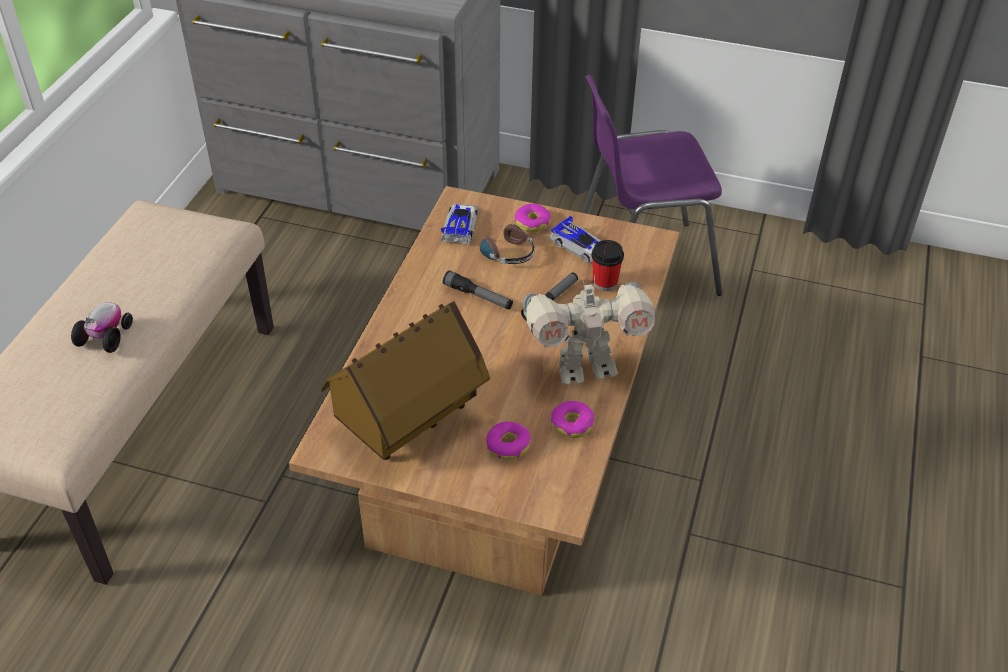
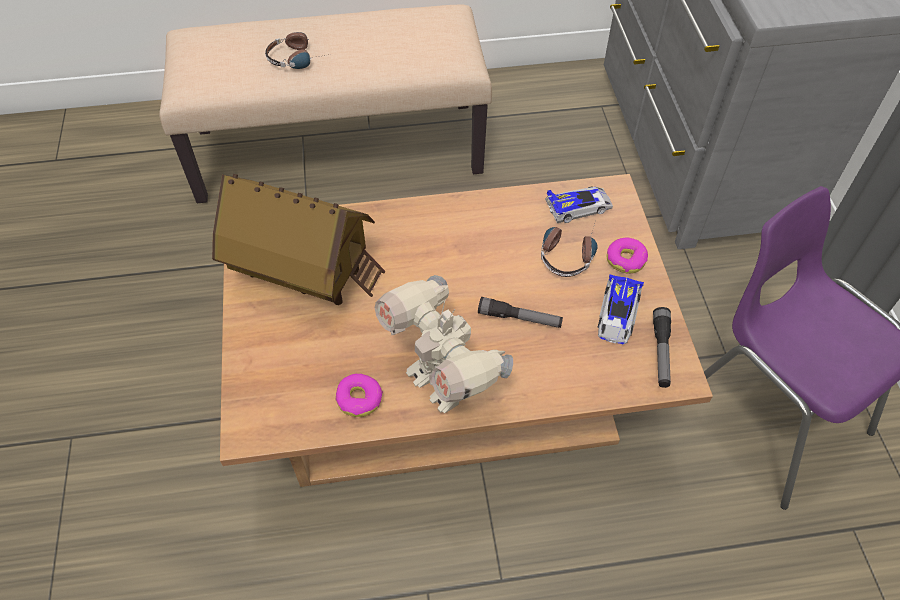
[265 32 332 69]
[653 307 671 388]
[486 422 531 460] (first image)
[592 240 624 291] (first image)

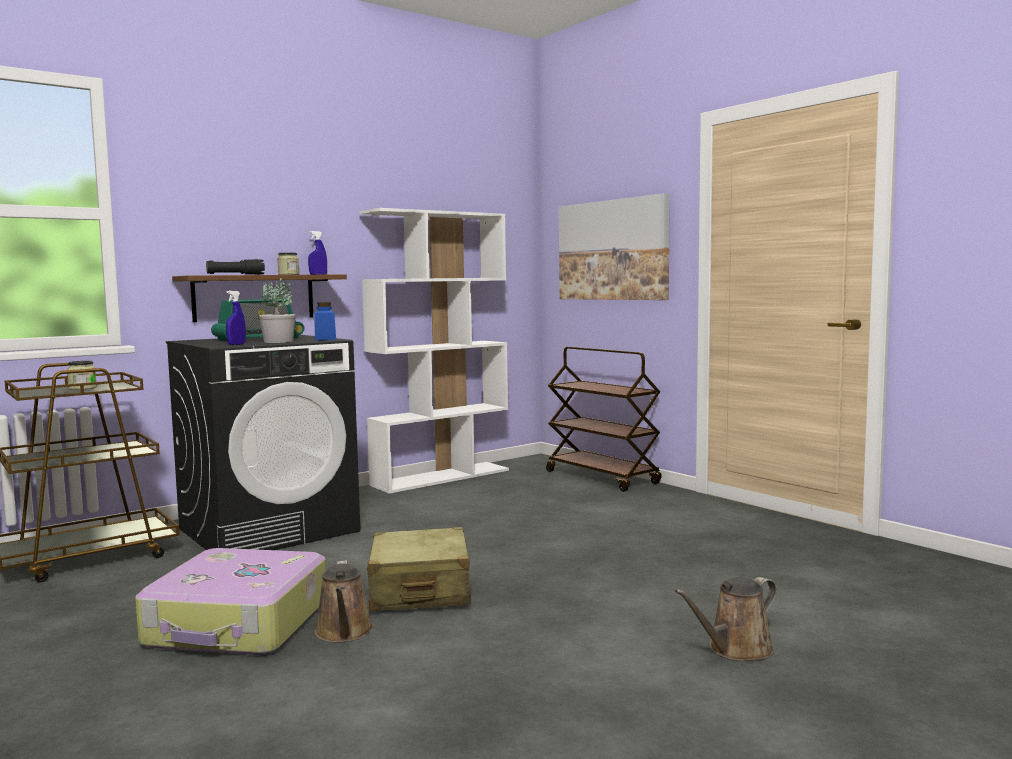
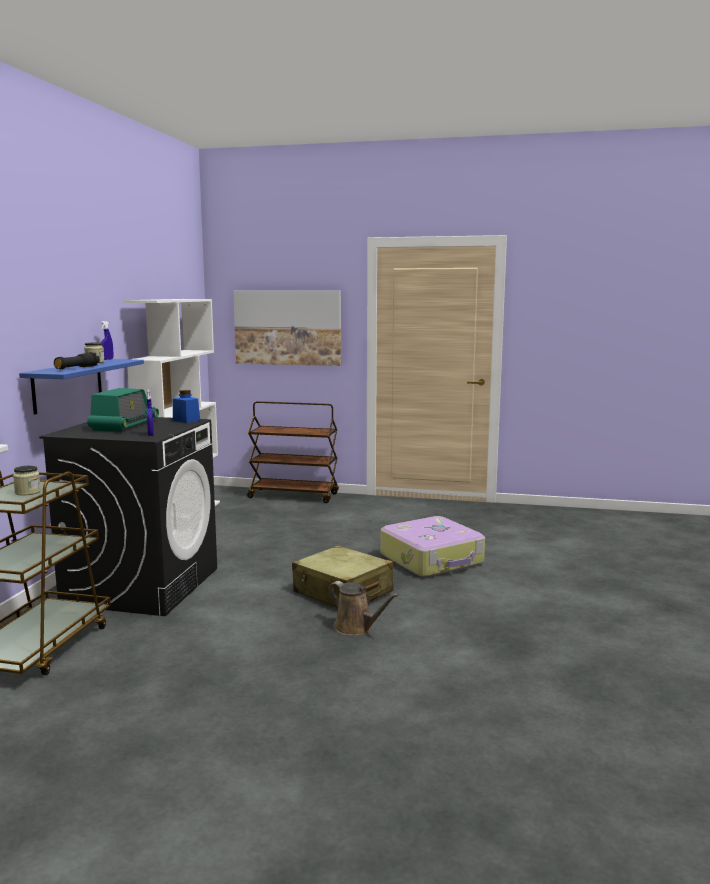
[19 359 144 415]
[380 516 485 577]
[259 278 296 343] (first image)
[674 577 777 661] (first image)

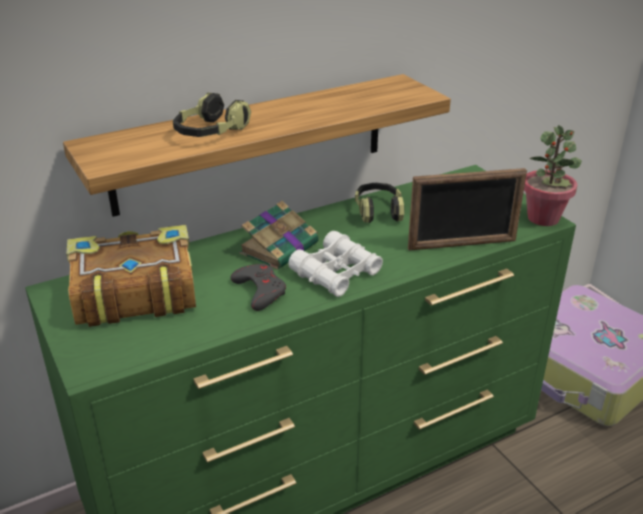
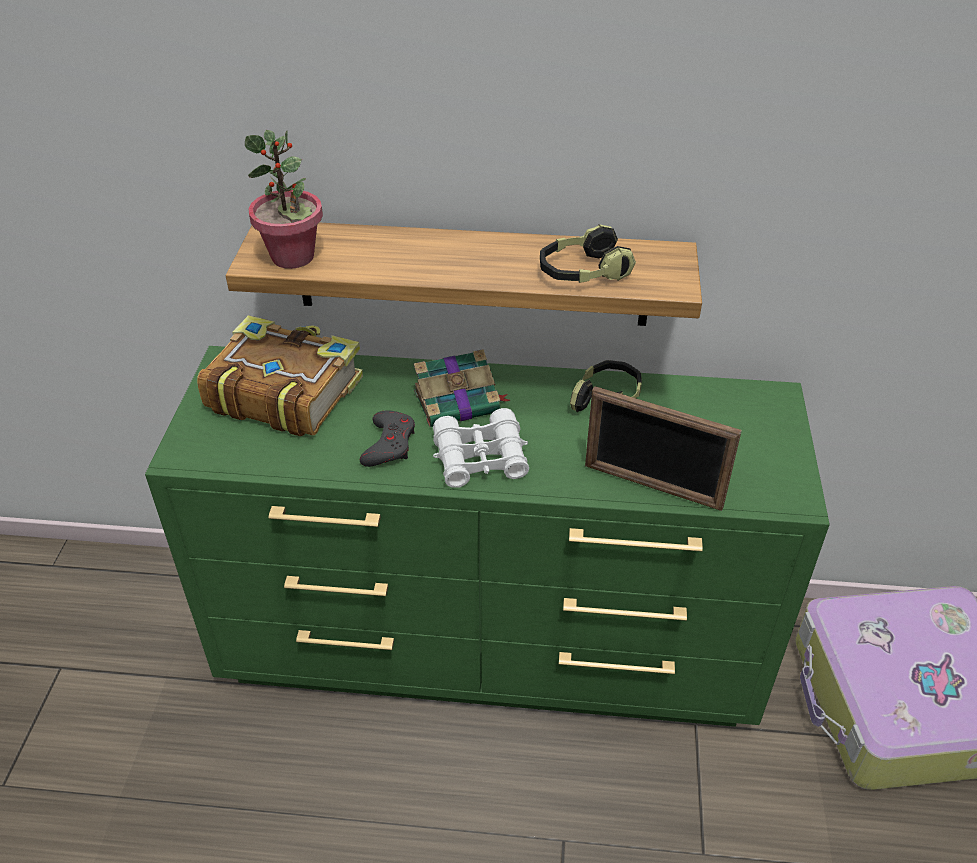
[245 130 323 269]
[540 224 636 283]

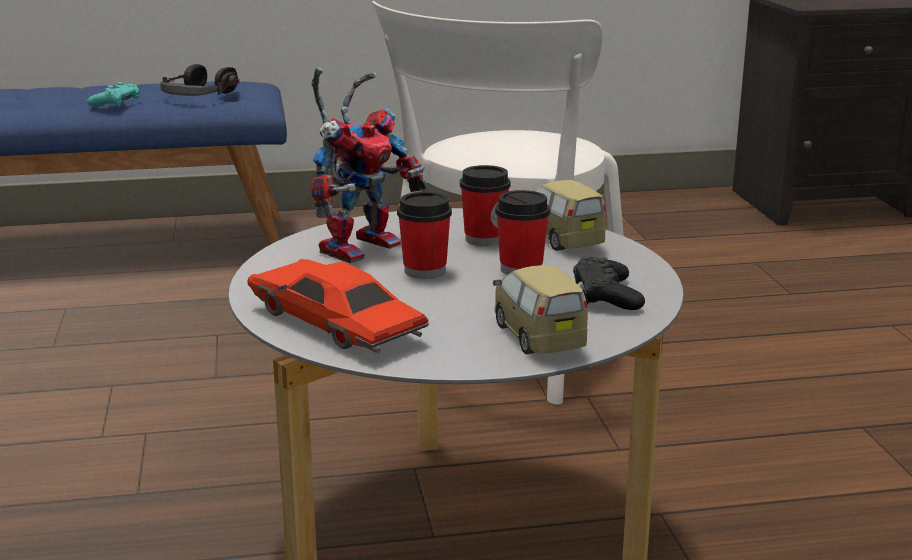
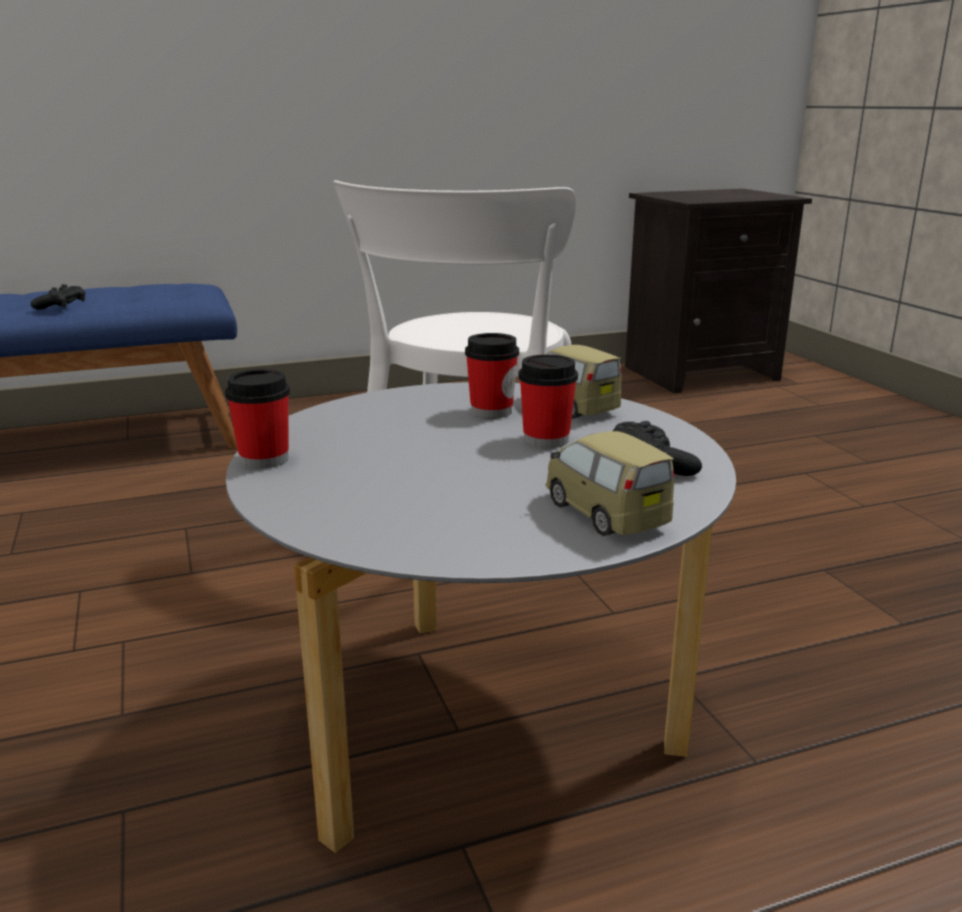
[31 284 85 310]
[225 369 290 469]
[160 64 239 96] (first image)
[247 259 430 353] (first image)
[311 68 427 264] (first image)

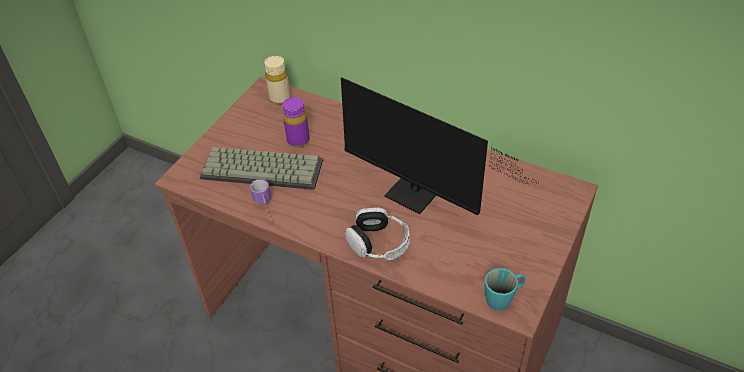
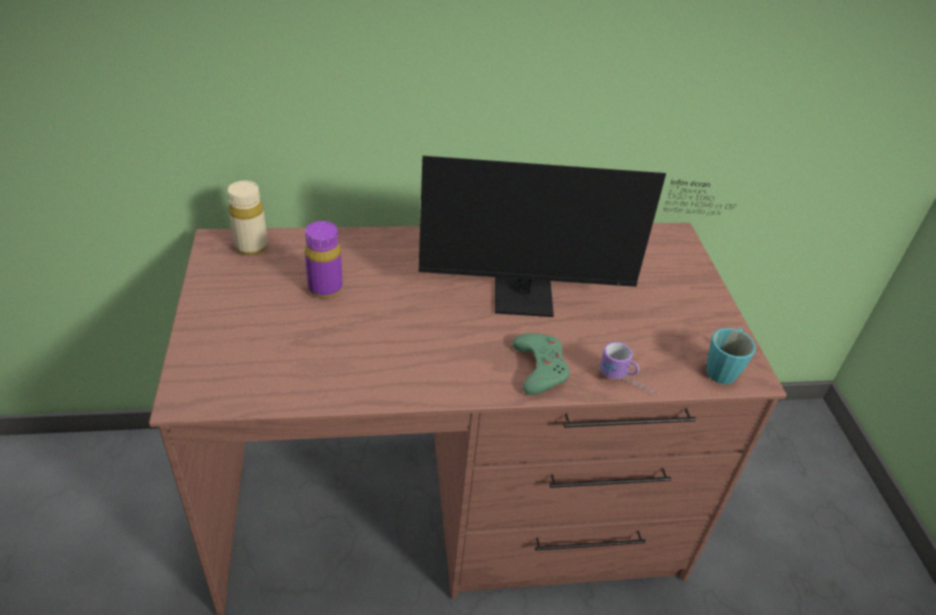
[512 333 570 395]
[600 342 657 396]
[200 147 323 190] (first image)

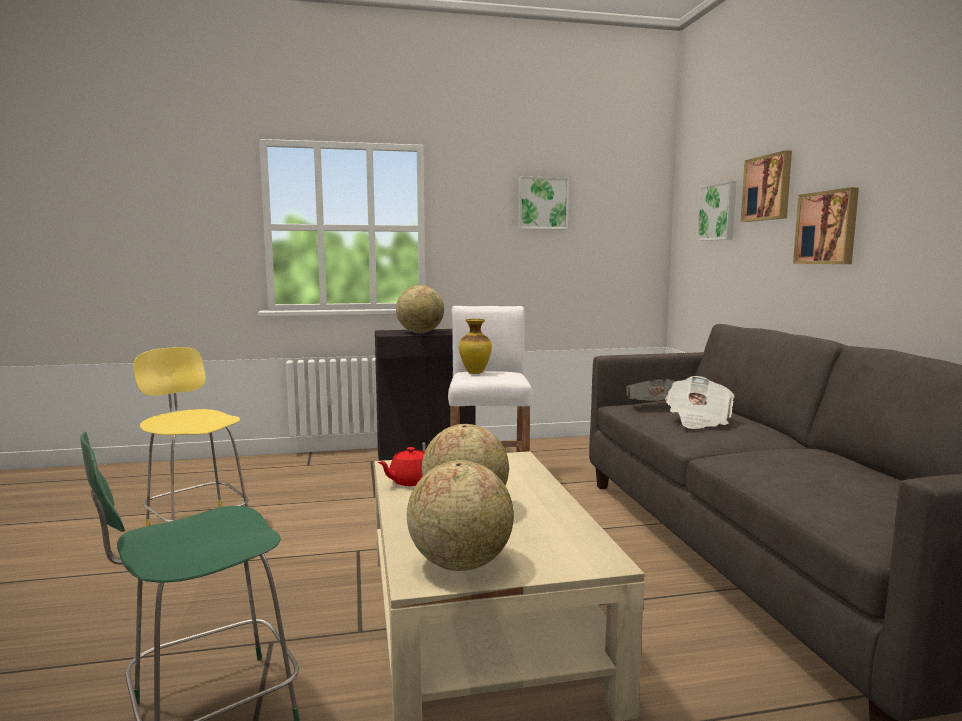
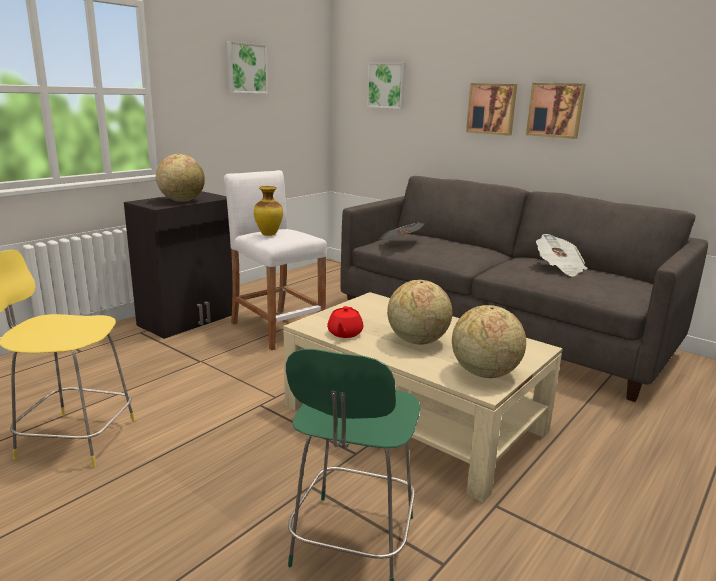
[526 83 585 139]
[536 234 587 276]

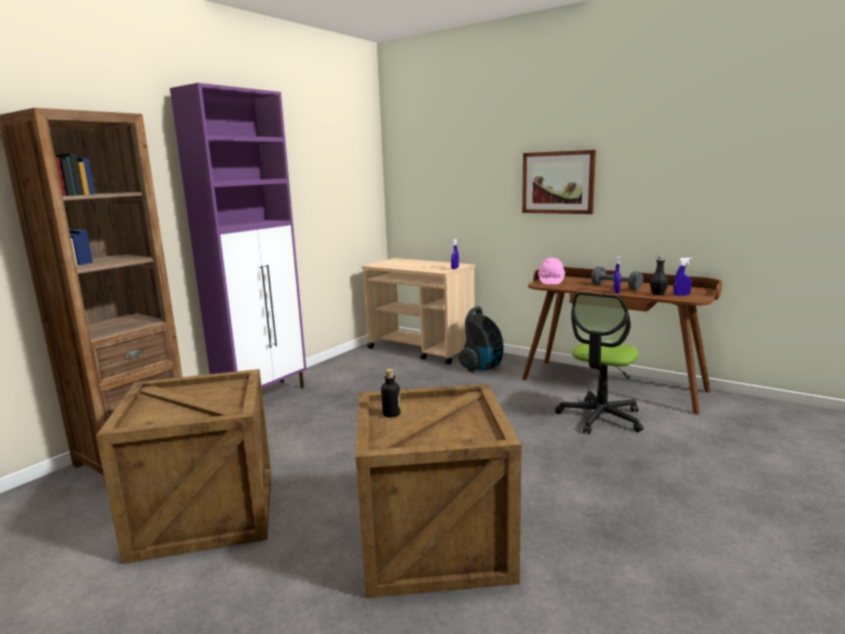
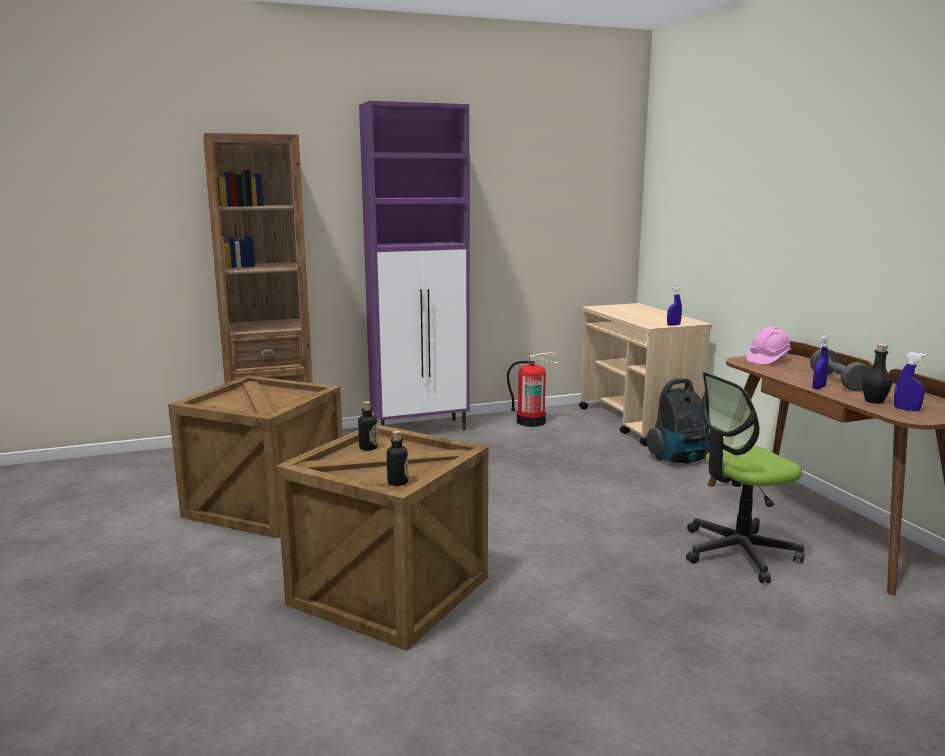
[387 430 408 486]
[507 352 559 427]
[522 150 596 214] (first image)

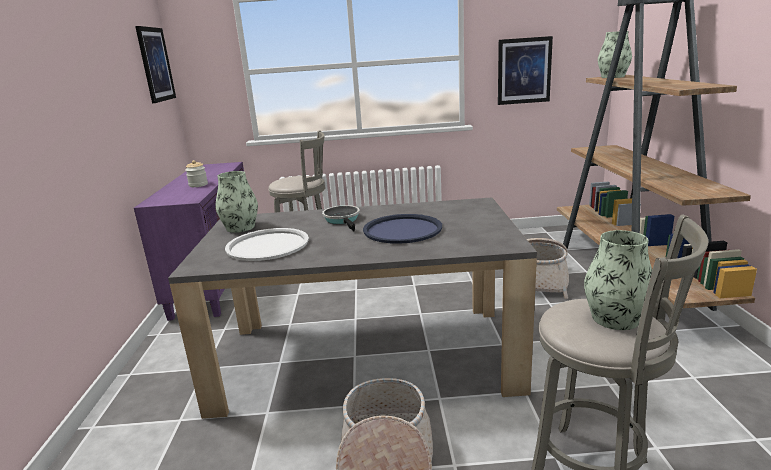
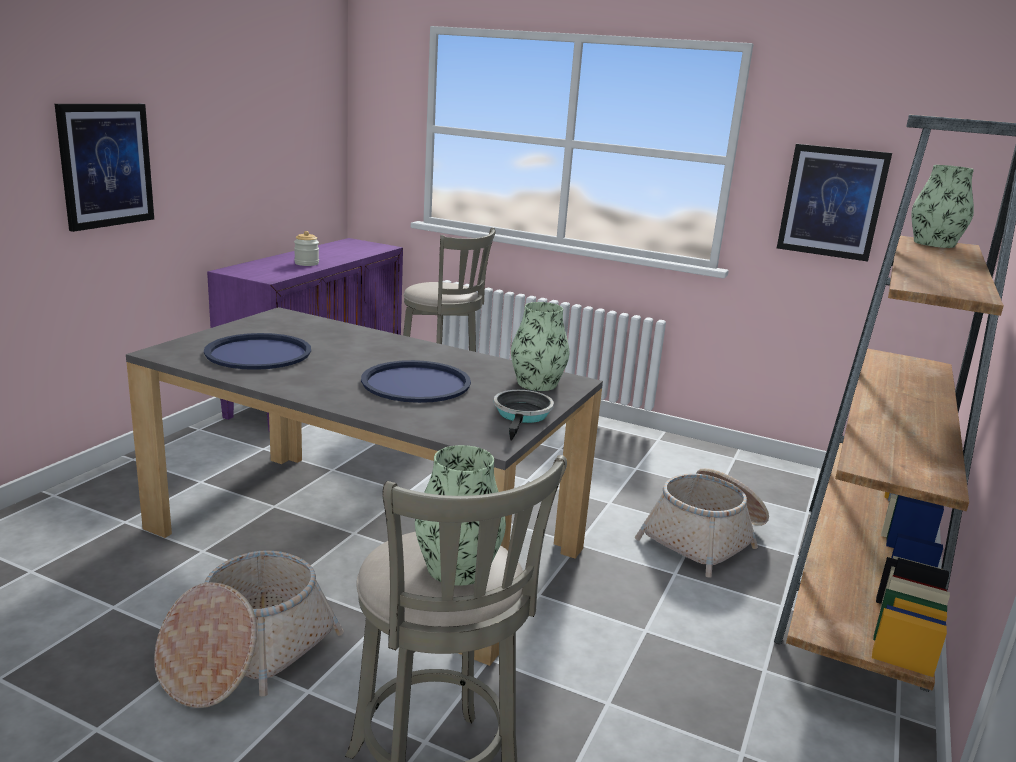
[55 104 154 232]
[204 333 311 370]
[494 390 554 440]
[511 302 570 391]

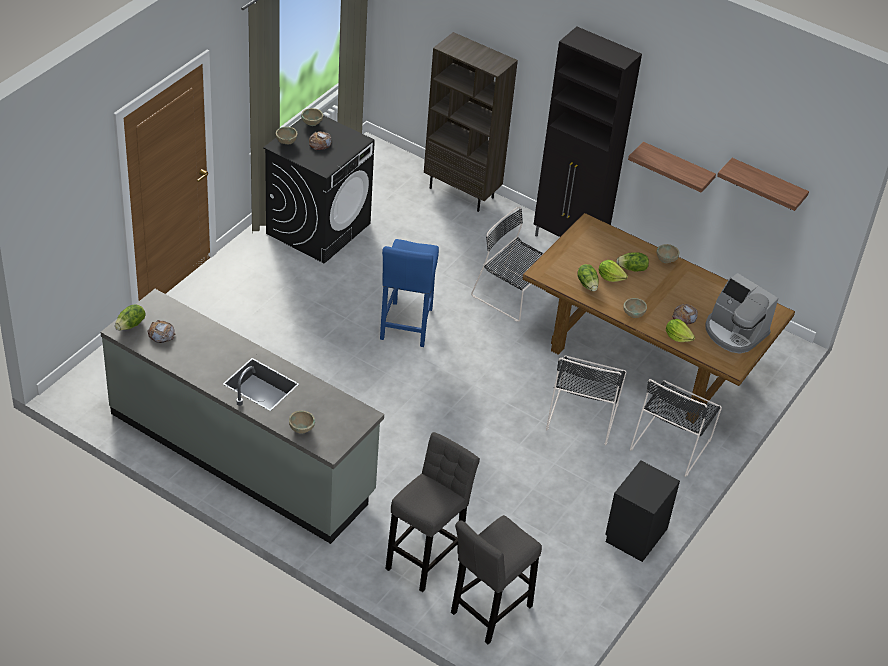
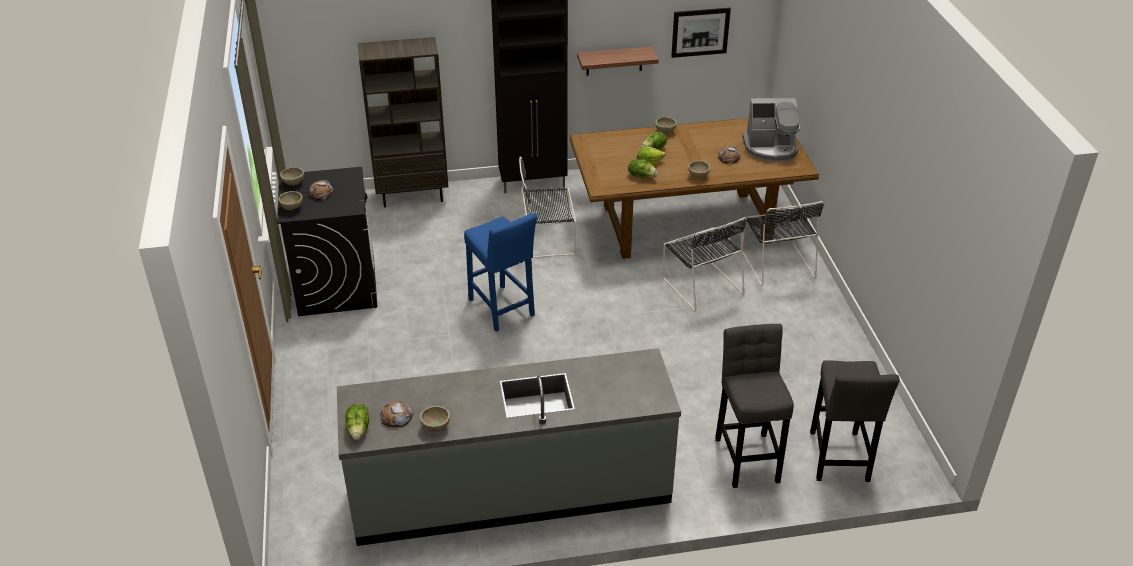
[420 406 450 432]
[671 7 731 58]
[605 460 680 562] (first image)
[666 319 695 342] (first image)

